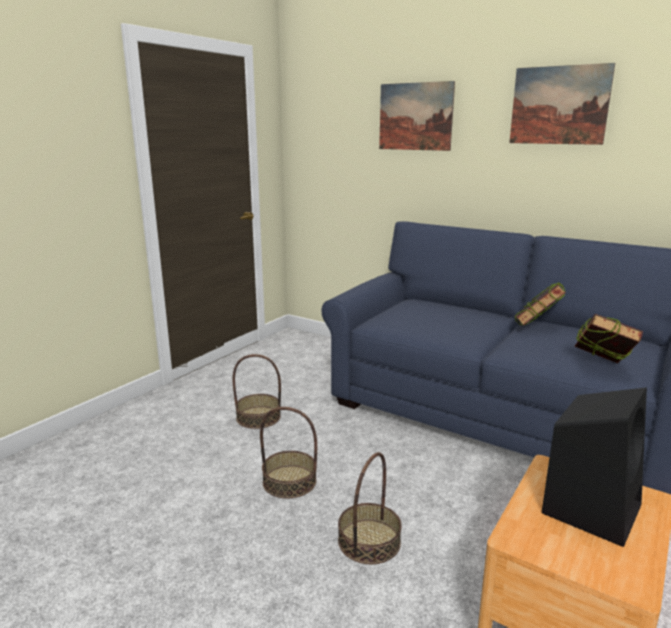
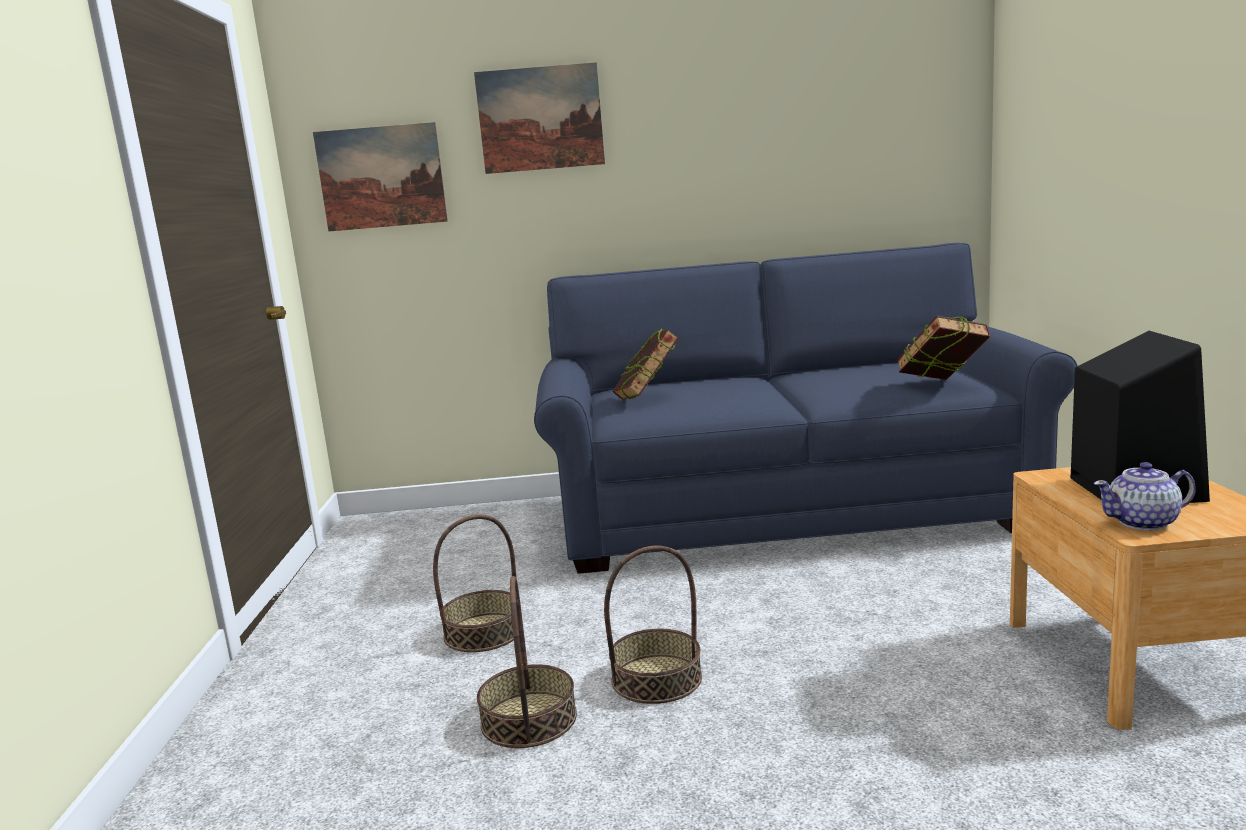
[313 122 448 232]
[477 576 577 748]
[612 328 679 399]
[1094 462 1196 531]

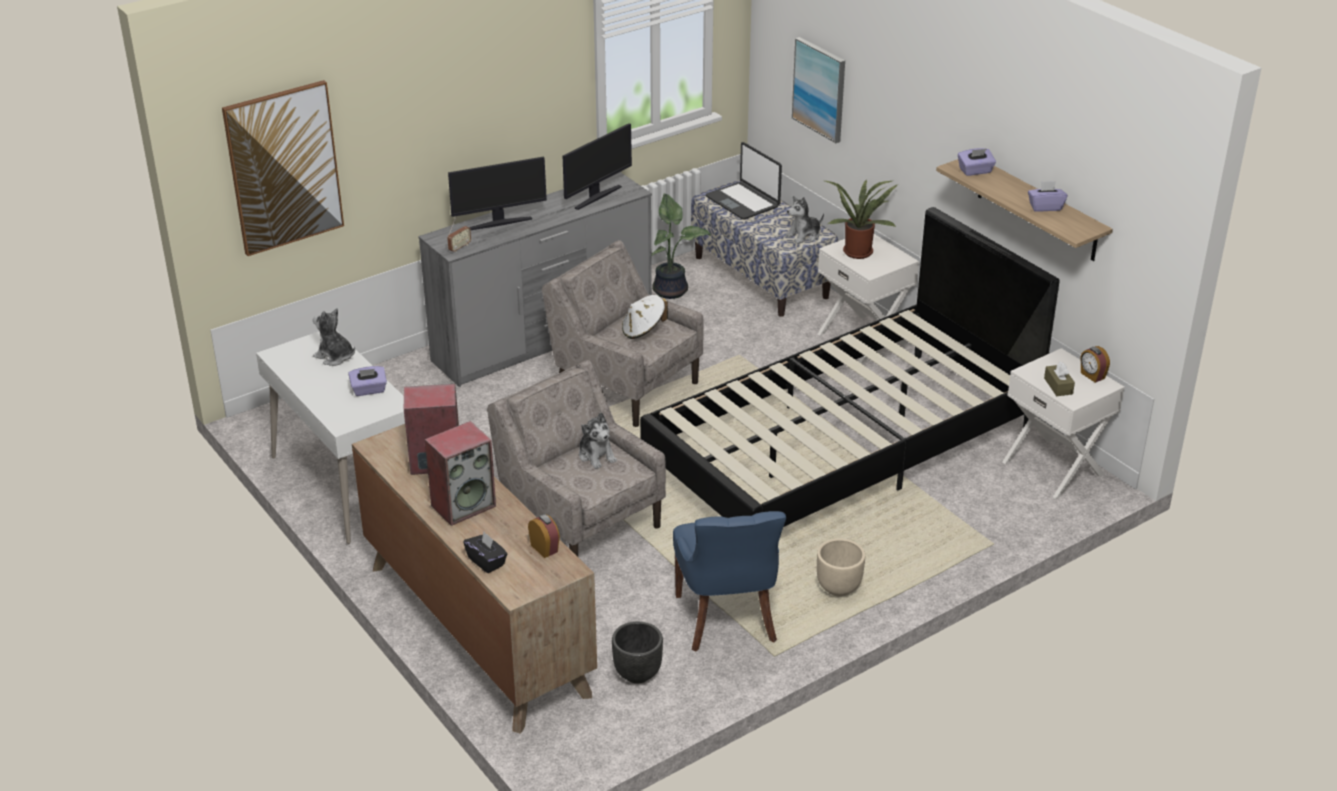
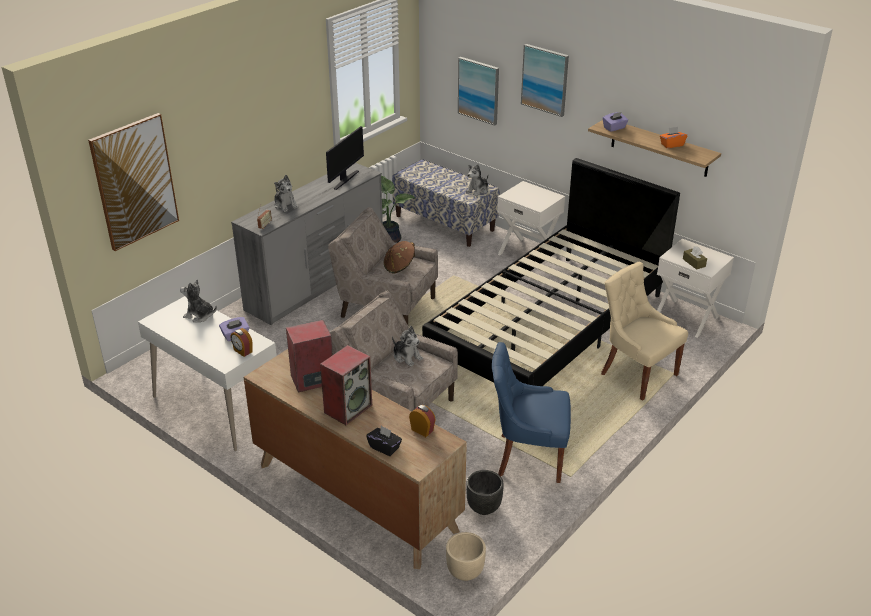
[231 328 253 357]
[274 175 298 212]
[384 241 415 273]
[446 532 486 581]
[492 342 571 483]
[521 44 569 117]
[601 262 688 400]
[660 127 687 148]
[706 142 782 219] (first image)
[825 180 899 259] (first image)

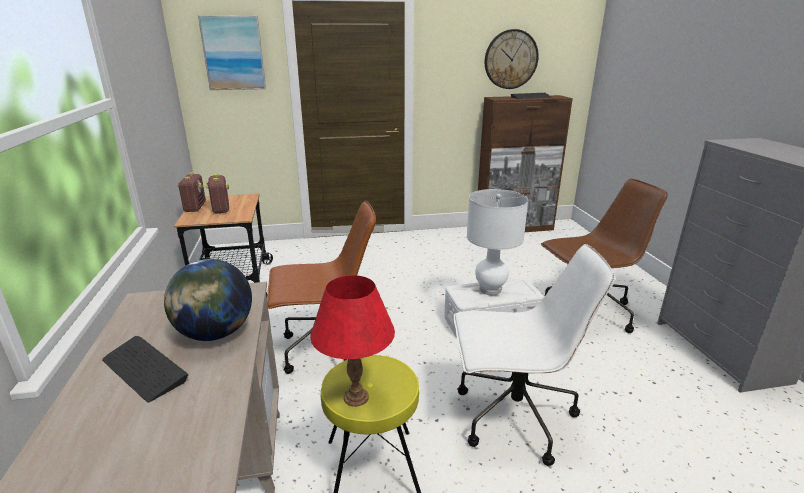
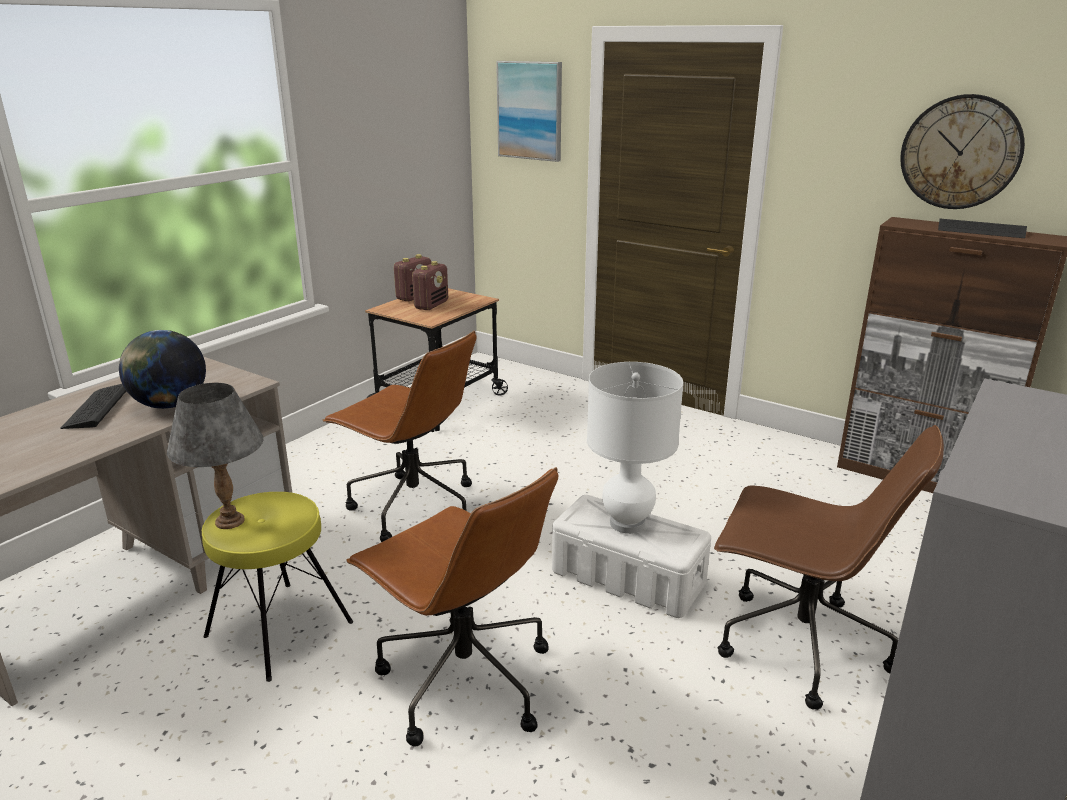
[167 383 264 529]
[346 467 558 747]

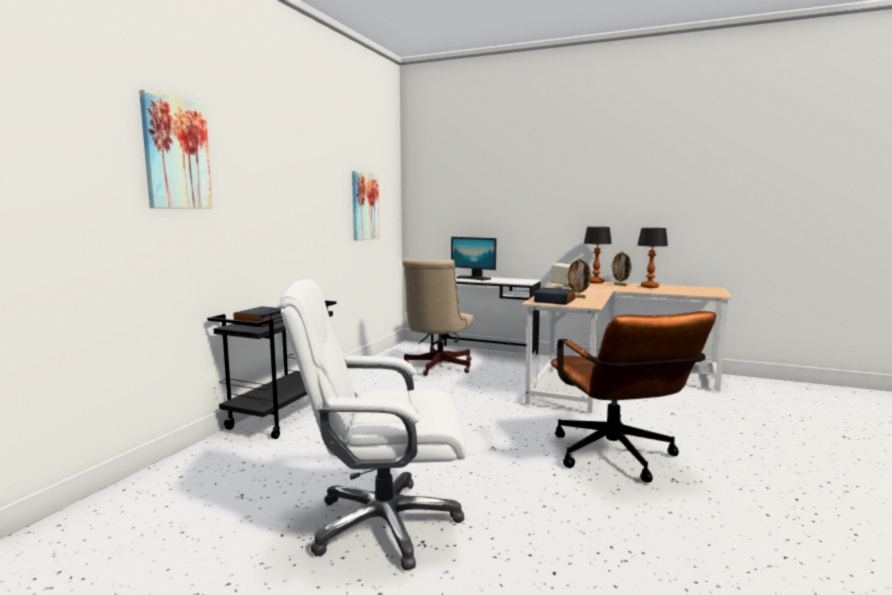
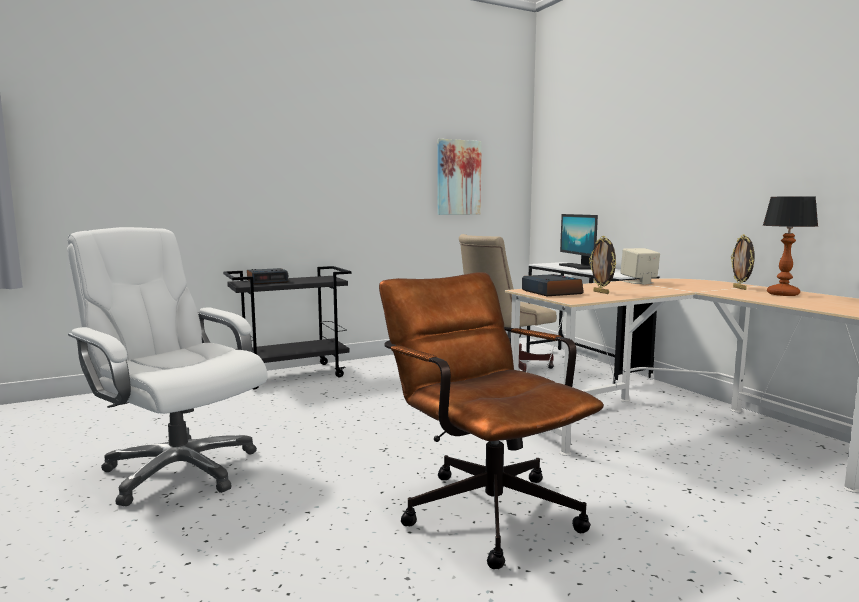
[379 272 604 569]
[139 90 213 208] (first image)
[584 227 612 284] (first image)

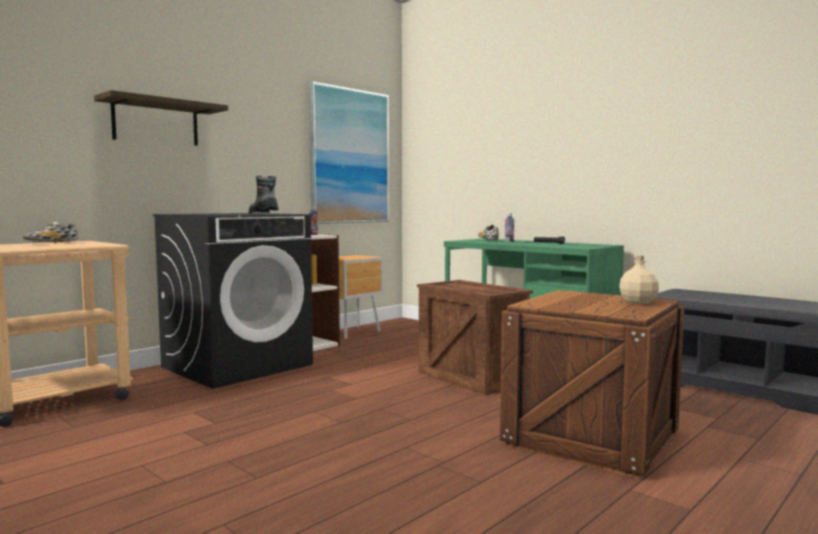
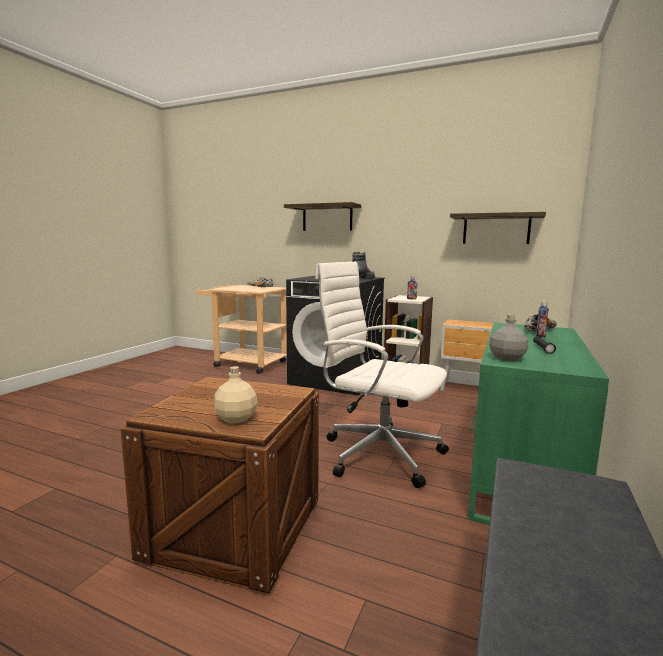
[315 262 449 488]
[450 212 546 244]
[489 314 528 361]

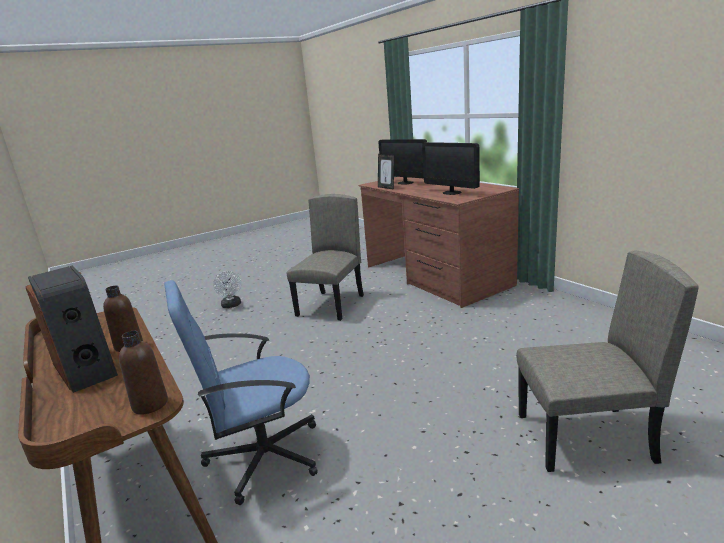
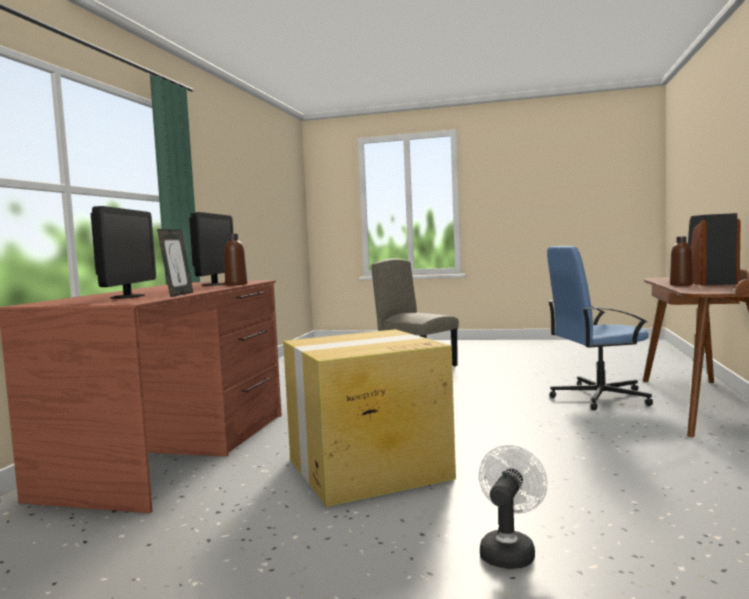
[224 234 247 286]
[283 329 456 507]
[547 246 653 411]

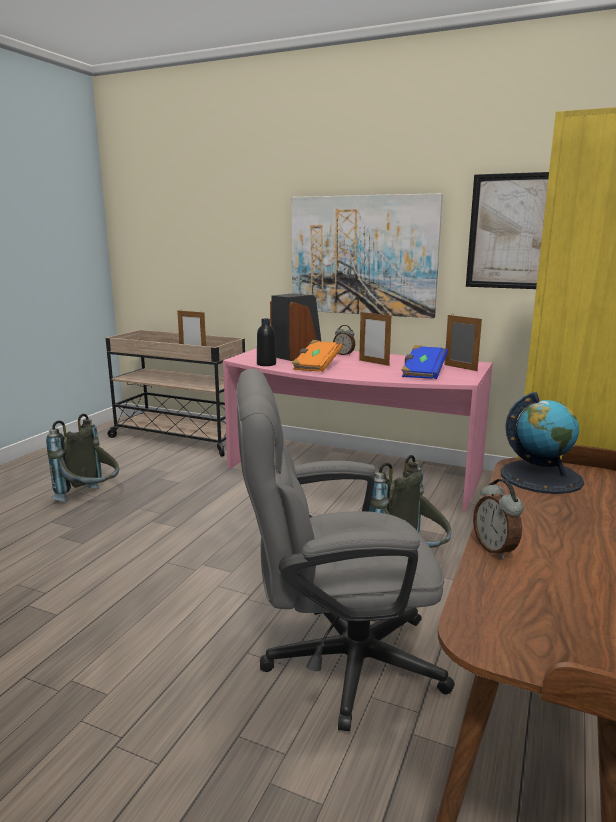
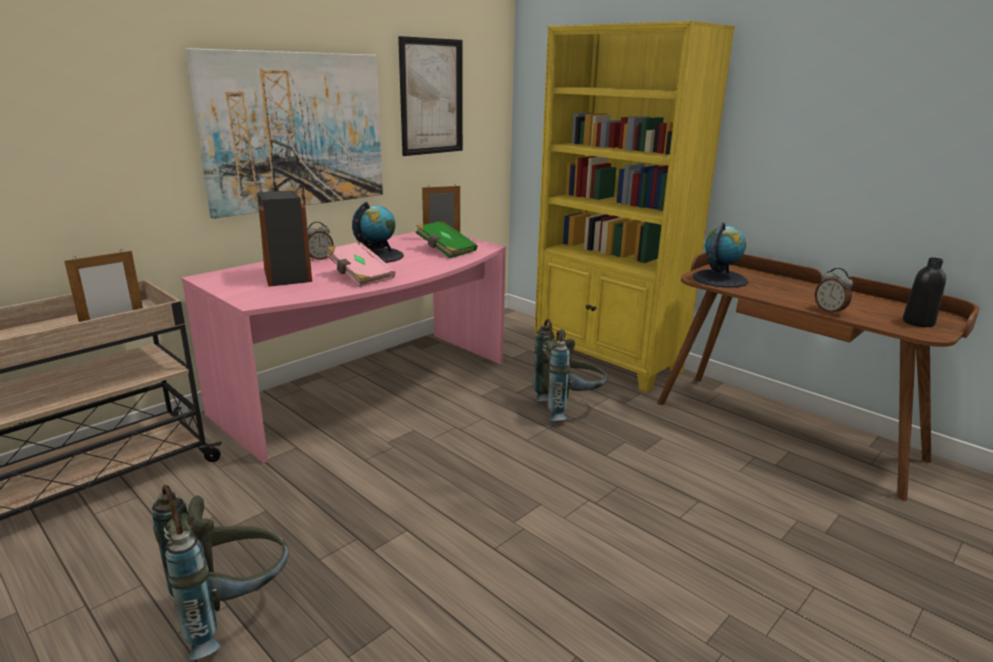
[326 242 396 287]
[352 202 404 263]
[416 221 477 258]
[815 268 853 315]
[903 257 946 327]
[236 369 455 731] (first image)

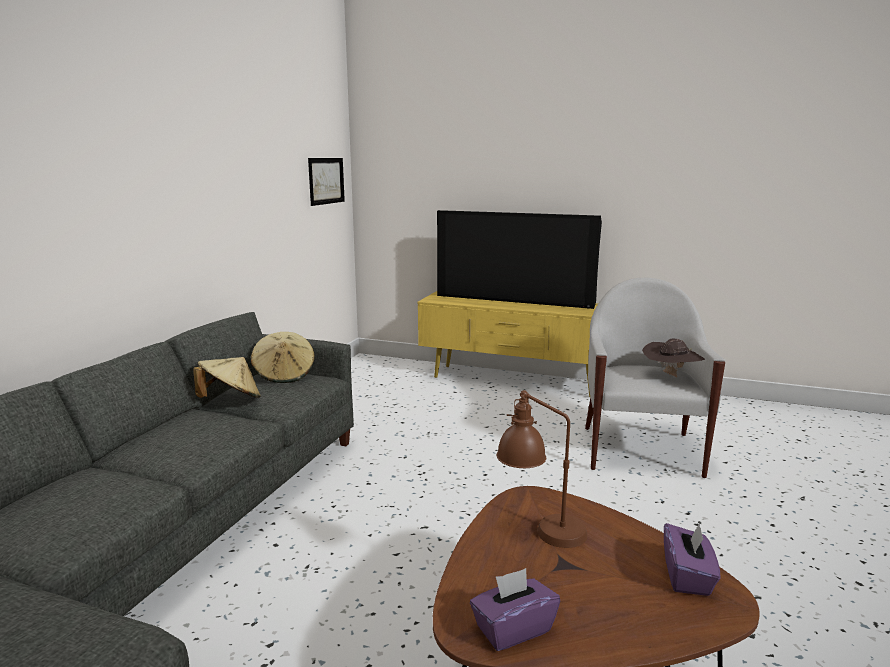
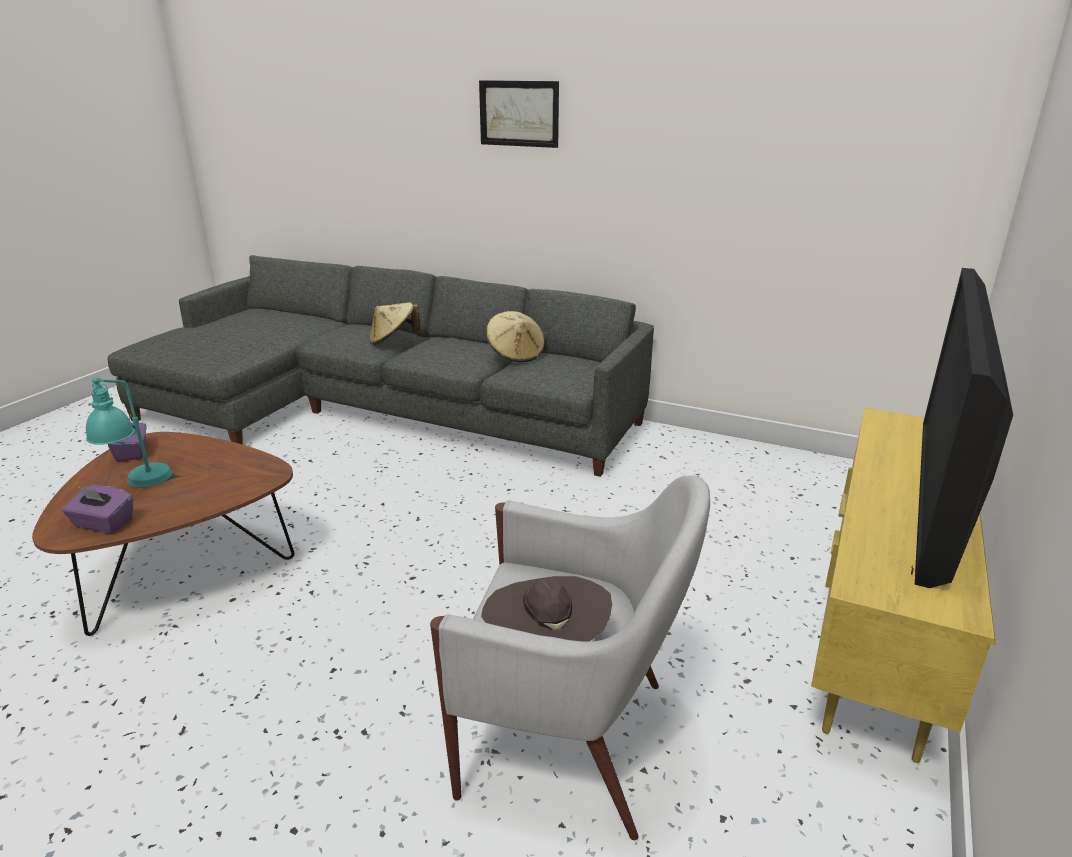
[86 377 172 487]
[369 302 420 345]
[479 80 559 148]
[496 390 588 548] (first image)

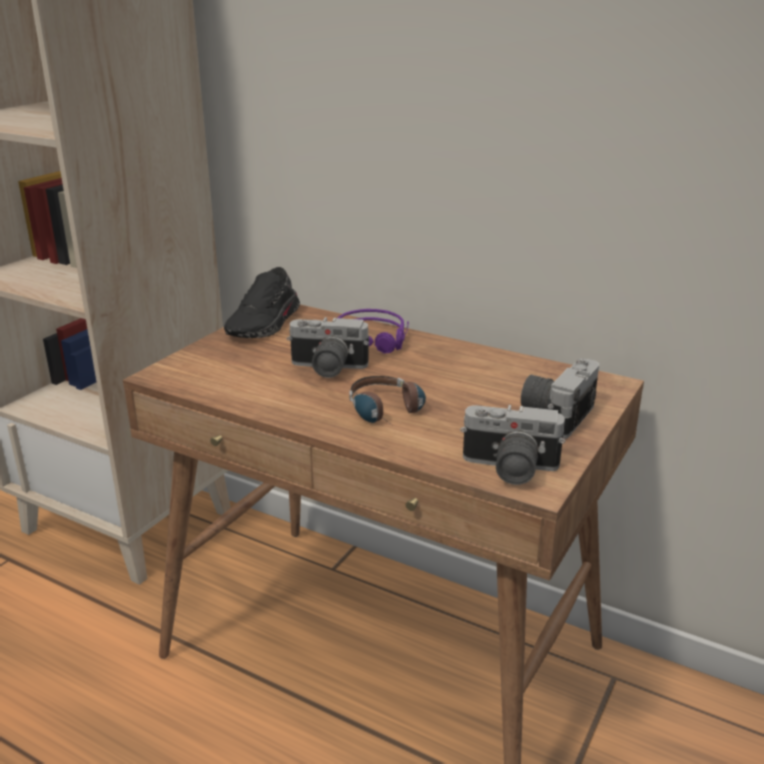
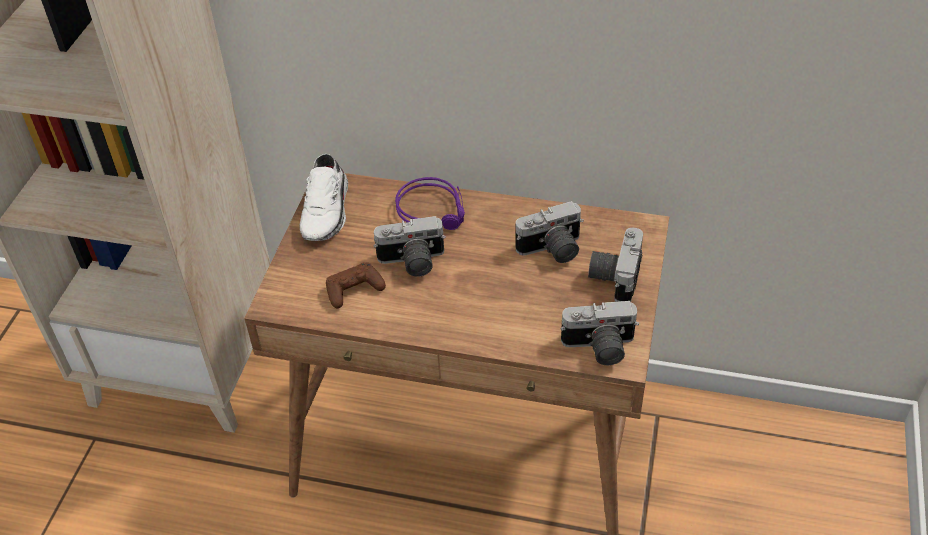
[300 154 348 241]
[326 263 386 308]
[515 201 584 263]
[349 376 426 429] (first image)

